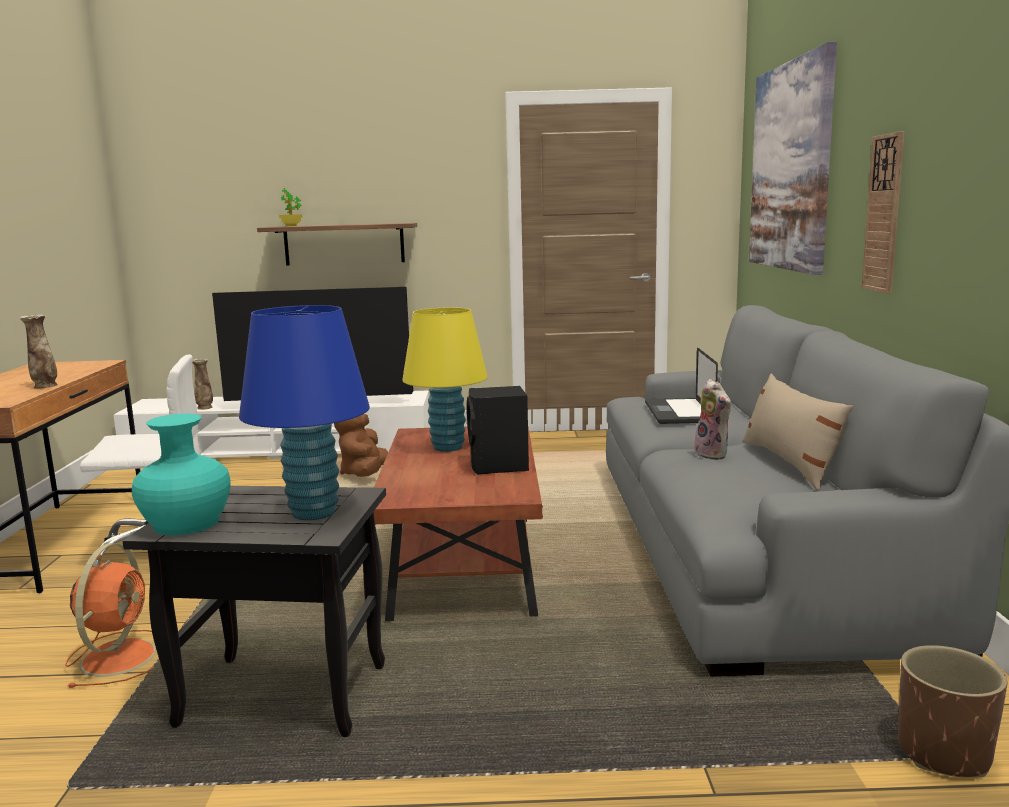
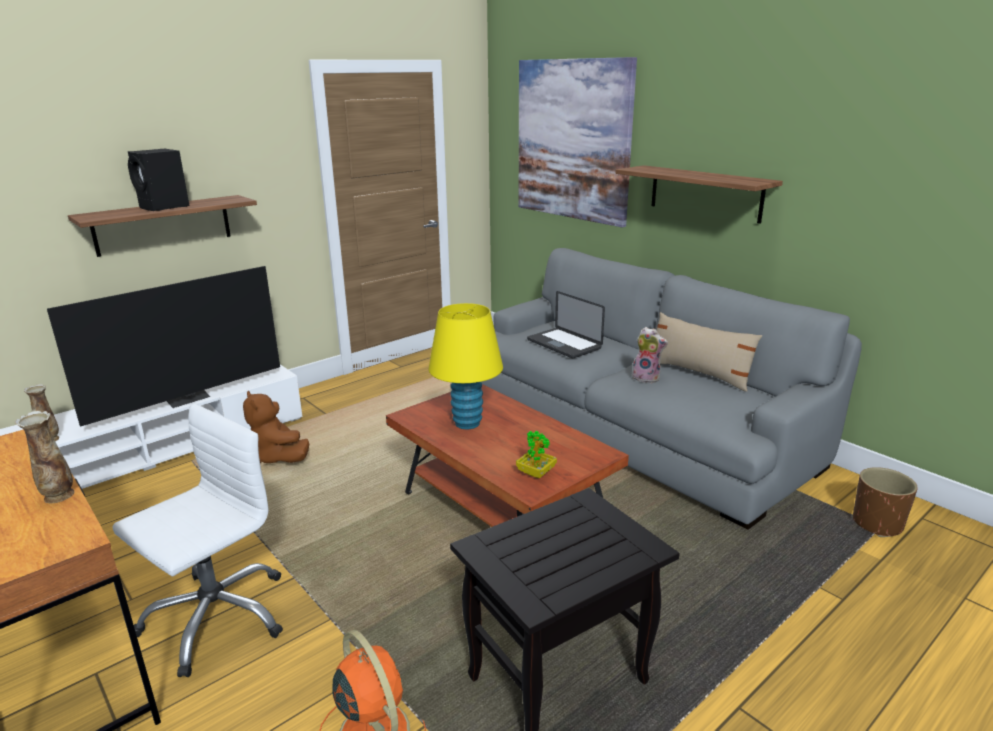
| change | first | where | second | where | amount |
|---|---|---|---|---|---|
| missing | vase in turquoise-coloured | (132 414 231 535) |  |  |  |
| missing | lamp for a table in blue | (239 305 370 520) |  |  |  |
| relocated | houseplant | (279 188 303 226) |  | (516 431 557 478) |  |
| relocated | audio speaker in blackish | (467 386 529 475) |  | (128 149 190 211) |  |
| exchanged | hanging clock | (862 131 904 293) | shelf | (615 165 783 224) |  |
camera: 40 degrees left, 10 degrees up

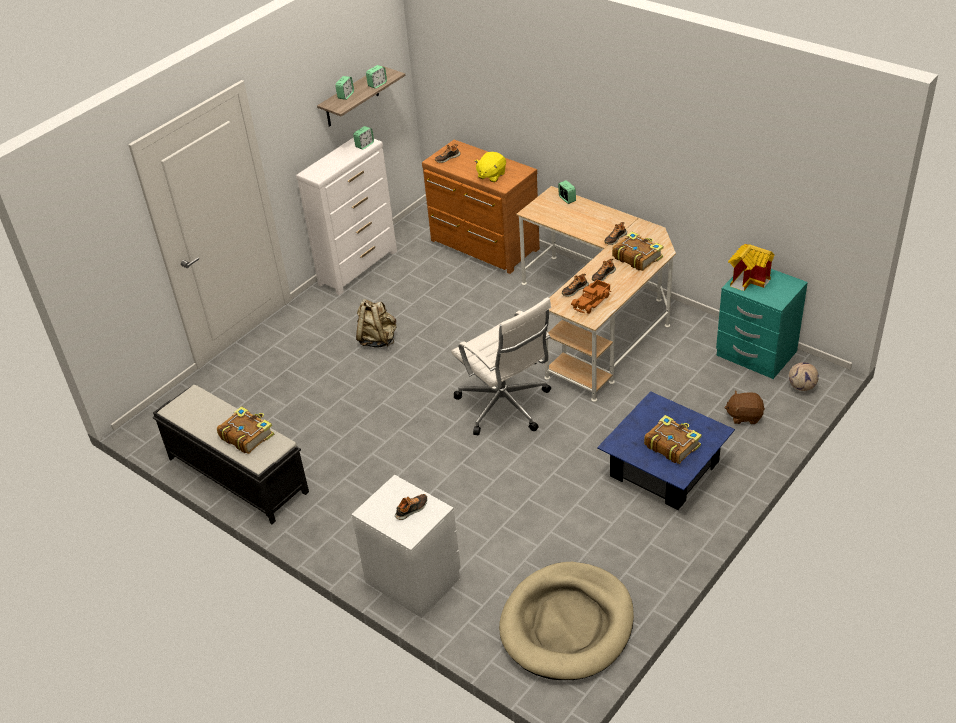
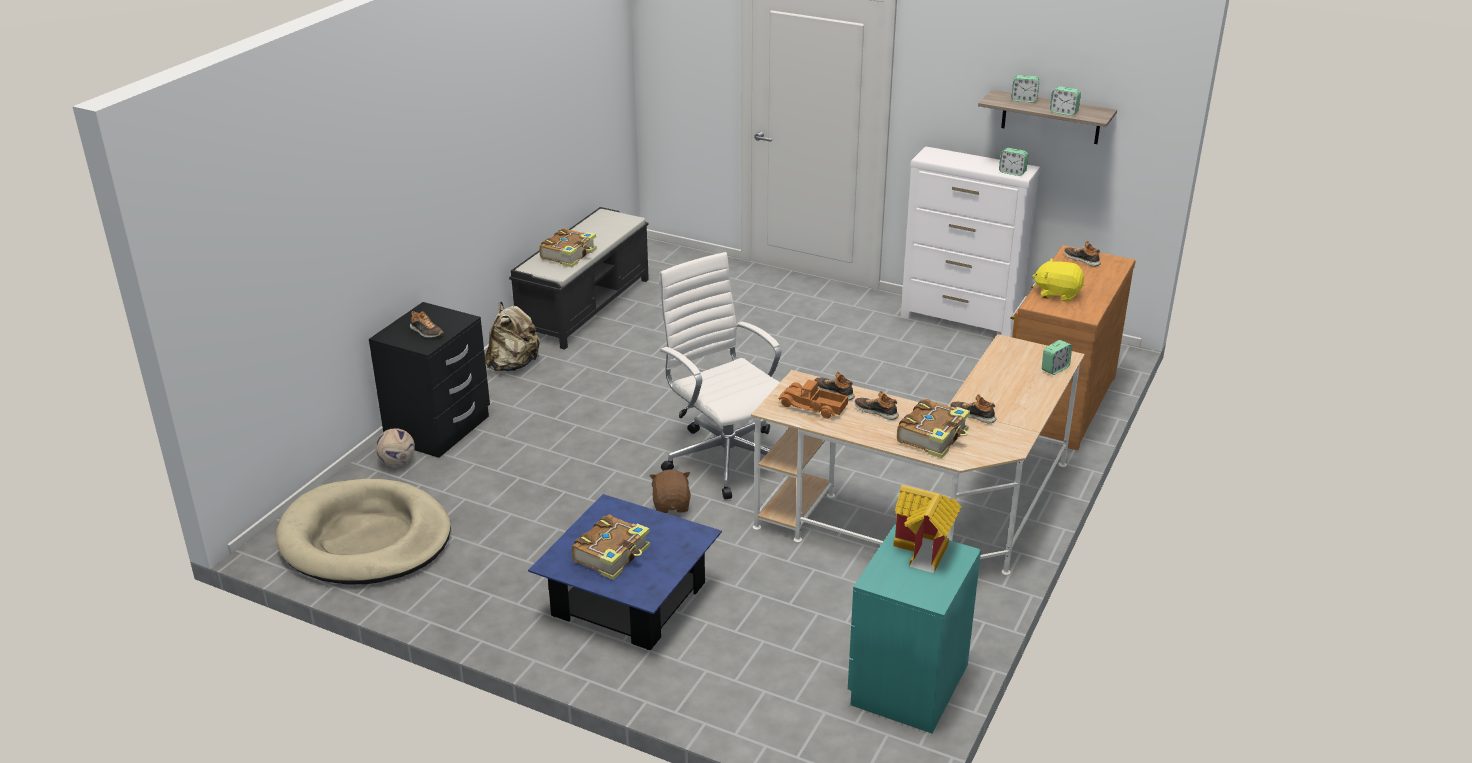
| change | first | where | second | where | amount |
|---|---|---|---|---|---|
| relocated | backpack in beige | (356 299 397 348) |  | (485 302 540 371) |  |
| relocated | cuddly toy in brownish | (724 390 765 424) |  | (649 469 691 513) |  |
| relocated | football ball | (789 362 819 391) |  | (376 428 415 467) |  |
| colour | nightstand in whitish | (351 475 461 618) | nightstand in blackish | (369 302 490 458) |  |
| spun | desk chair in whitish | (451 297 551 435) |  | (659 252 781 499) | 105 degrees clockwise |
camera: 75 degrees right, 10 degrees down

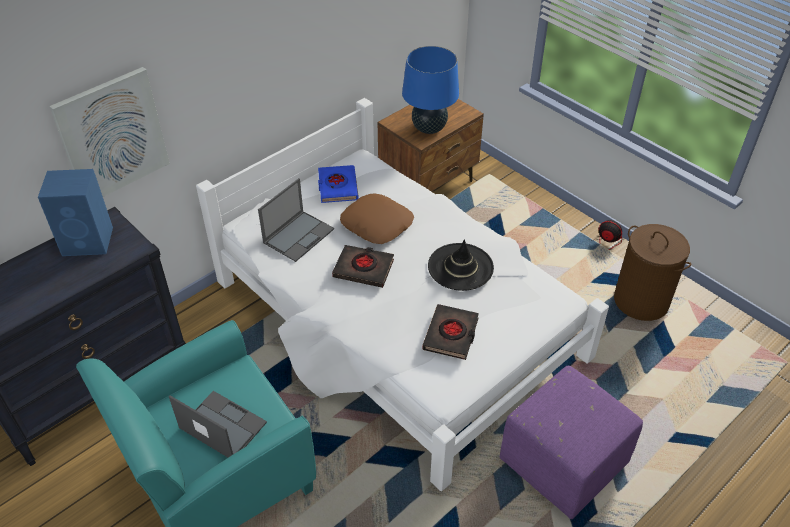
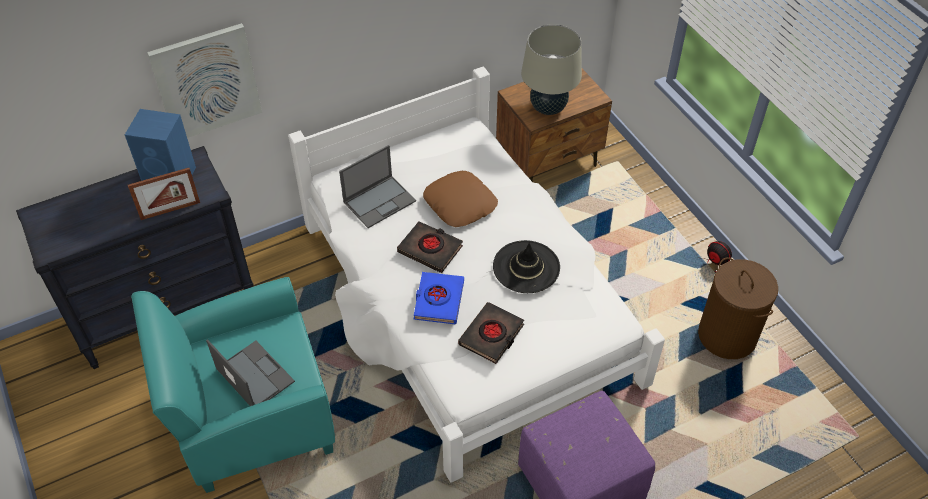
| change | first | where | second | where | amount |
|---|---|---|---|---|---|
| appeared |  |  | picture frame | (128 168 200 220) |  |
| relocated | volume in blue | (318 165 359 203) |  | (414 272 464 324) |  |
| colour | lamp for a table in blue | (402 46 459 134) | lamp for a table in beige | (521 24 582 115) |  |
camera: 15 degrees right, 5 degrees up

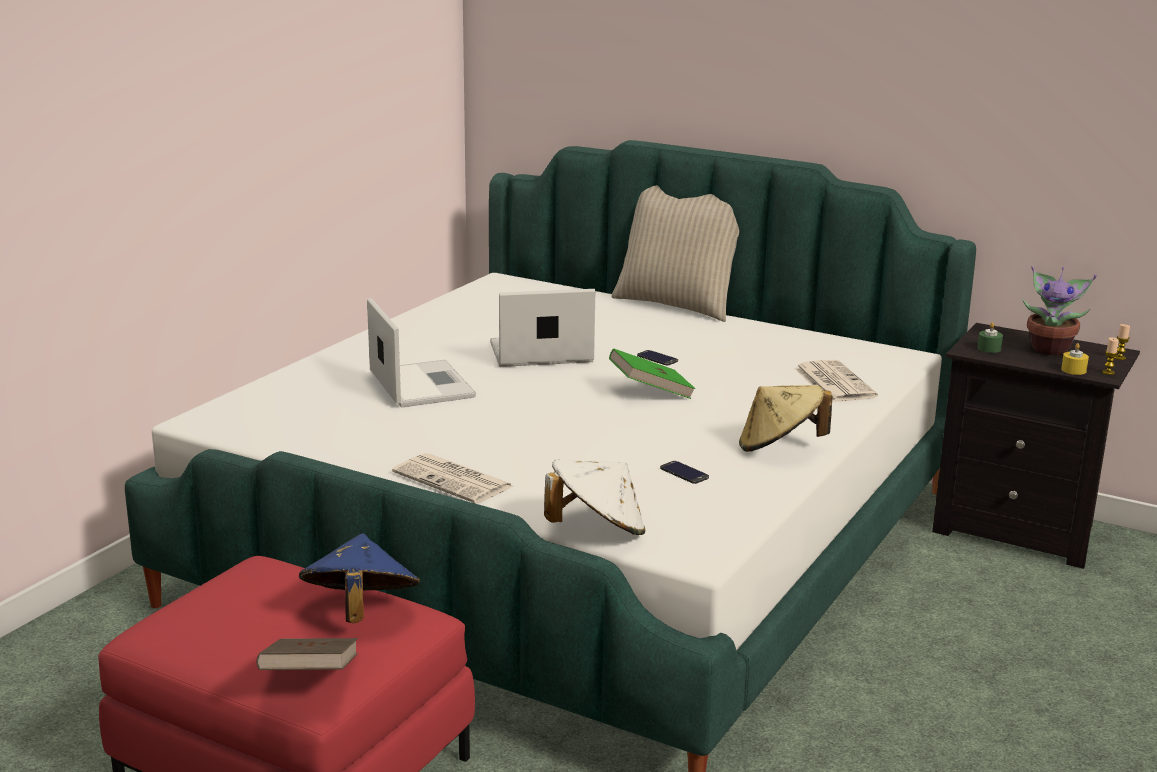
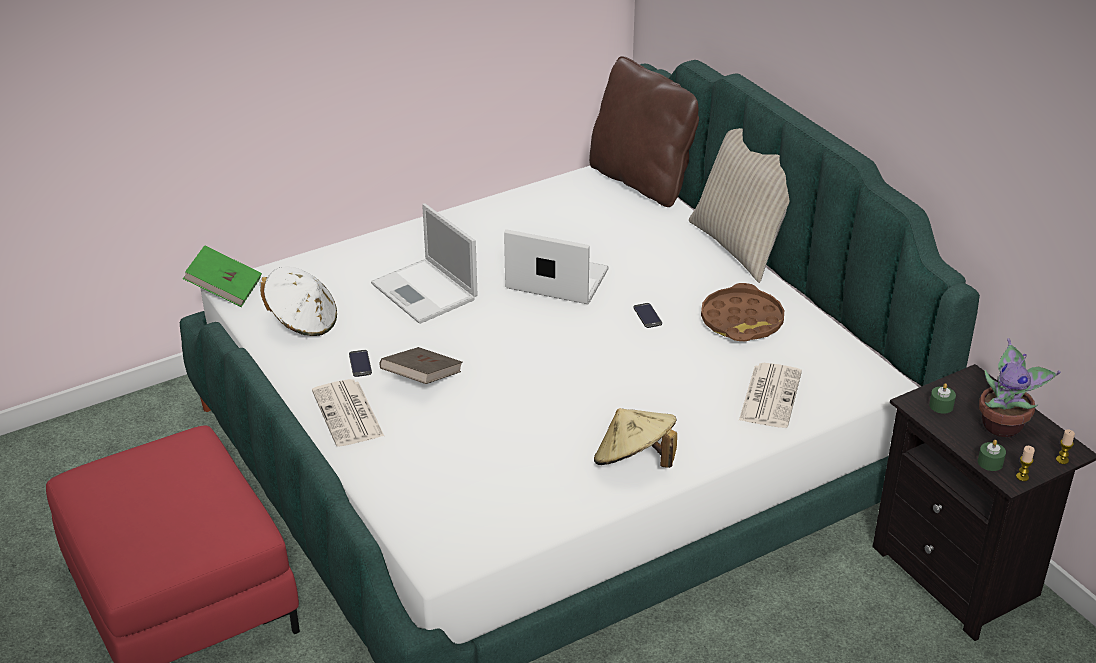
| change | first | where | second | where | amount |
|---|---|---|---|---|---|
| missing | clothing hat in blue | (299 533 420 623) |  |  |  |
| appeared |  |  | cushion in brownish | (589 56 699 207) |  |
| appeared |  |  | serving tray in brownish | (701 283 784 341) |  |
| relocated | volume in brownish | (256 638 358 670) |  | (379 347 463 384) |  |
| relocated | clothing hat in whitish | (544 459 645 535) |  | (259 267 337 336) |  |
| relocated | volume in green | (609 348 696 399) |  | (183 245 262 307) |  |
| relocated | telephone | (660 461 709 484) |  | (349 350 372 377) |  |
| colour | wax candle in yellowish | (1061 343 1089 375) | wax candle in green | (978 440 1006 471) |  |
| spun | notebook computer | (367 298 476 408) |  | (371 203 478 324) | 135 degrees clockwise |
camera: 30 degrees right, 15 degrees up

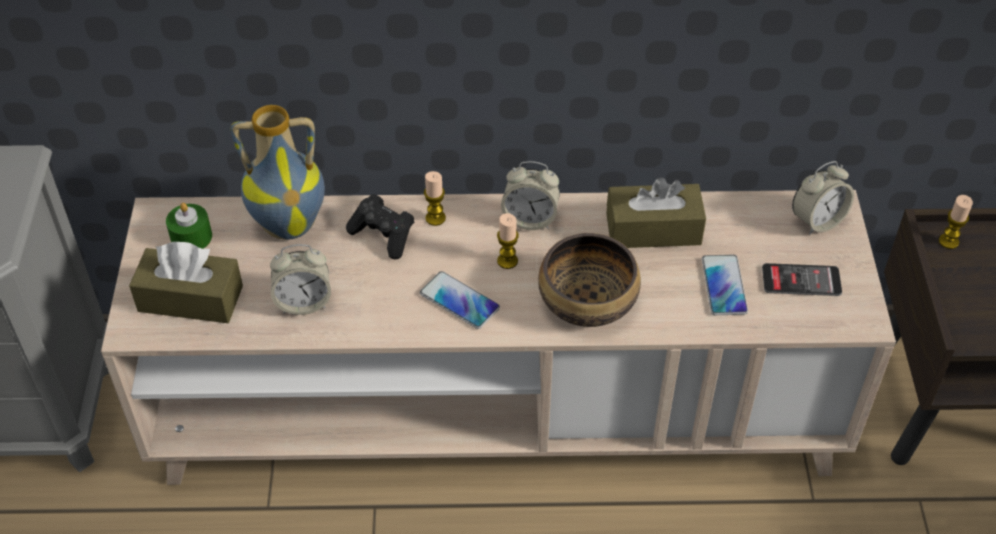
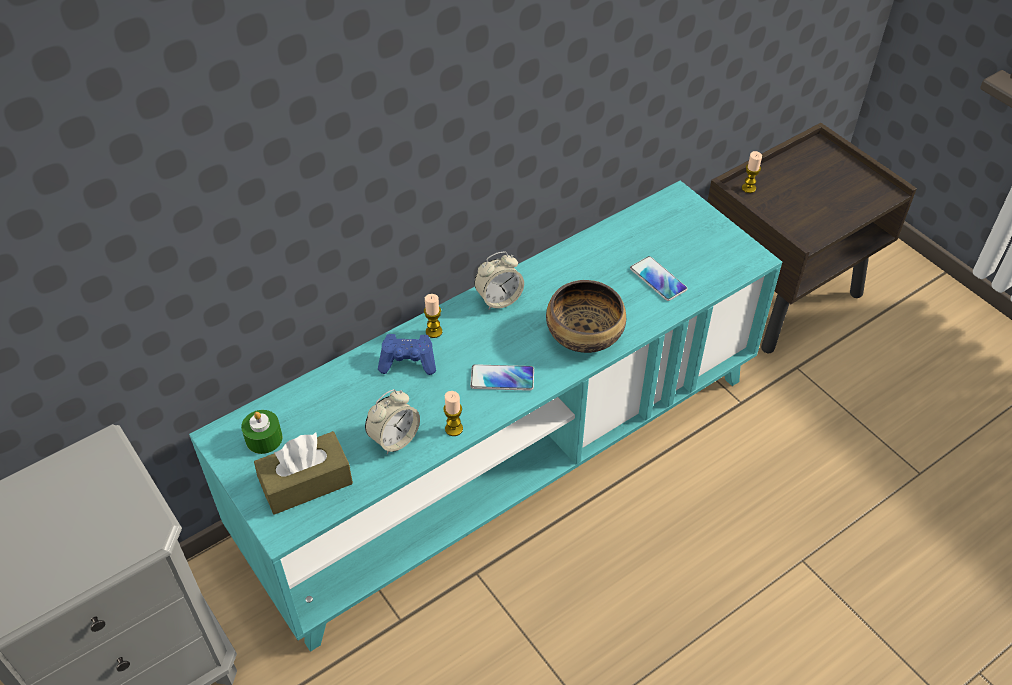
| change | first | where | second | where | amount |
|---|---|---|---|---|---|
| missing | vase | (231 105 325 240) |  |  |  |
| missing | tissue holder in brownish | (606 177 706 248) |  |  |  |
| missing | telephone | (762 263 842 296) |  |  |  |
| missing | table clock | (792 161 854 235) |  |  |  |
| relocated | wax candle | (497 213 519 269) |  | (443 391 463 436) |  |
| colour | media console in beige | (101 190 896 485) | media console in turquoise-coloured | (189 180 782 652) |  |
| colour | joypad in blackish | (346 194 414 260) | joypad in blue | (378 334 436 375) |  |
camera: 35 degrees left, 0 degrees up

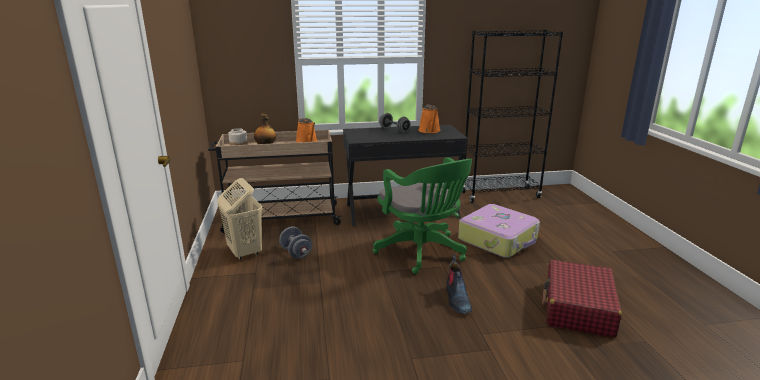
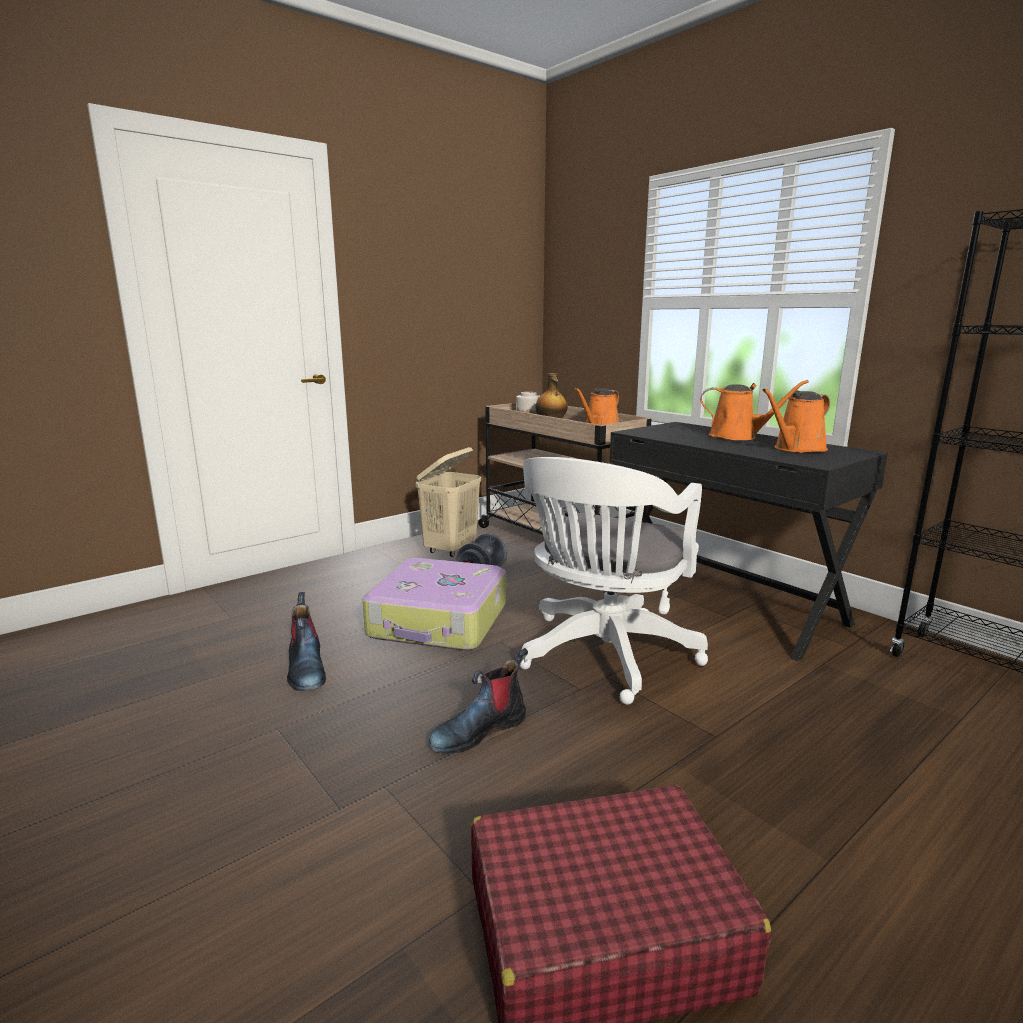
| change | first | where | second | where | amount |
|---|---|---|---|---|---|
| appeared |  |  | boot | (287 592 326 691) |  |
| relocated | piece of luggage | (458 204 540 258) |  | (363 558 506 651) |  |
| exchanged | free weight in greyish | (379 113 411 133) | watering pot in orangey | (700 380 809 440) |  |
| colour | desk chair in green | (373 157 472 274) | desk chair in whitish | (520 457 708 705) |  |
camera: 60 degrees right, 5 degrees down

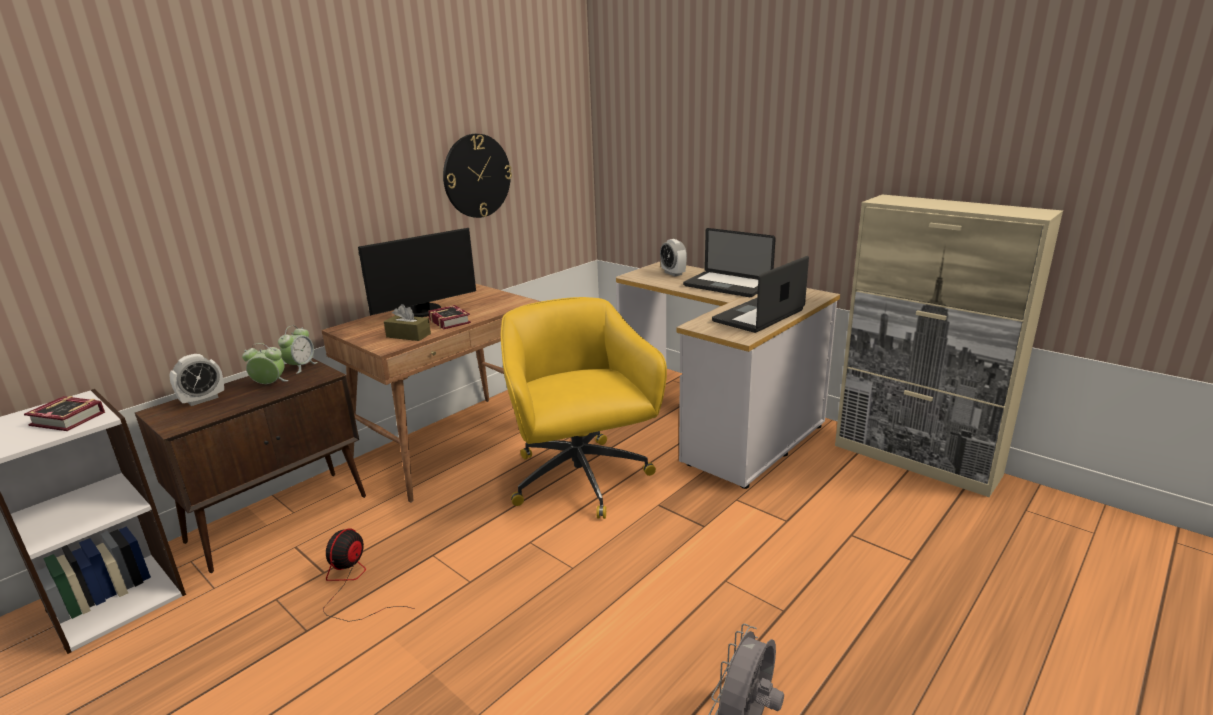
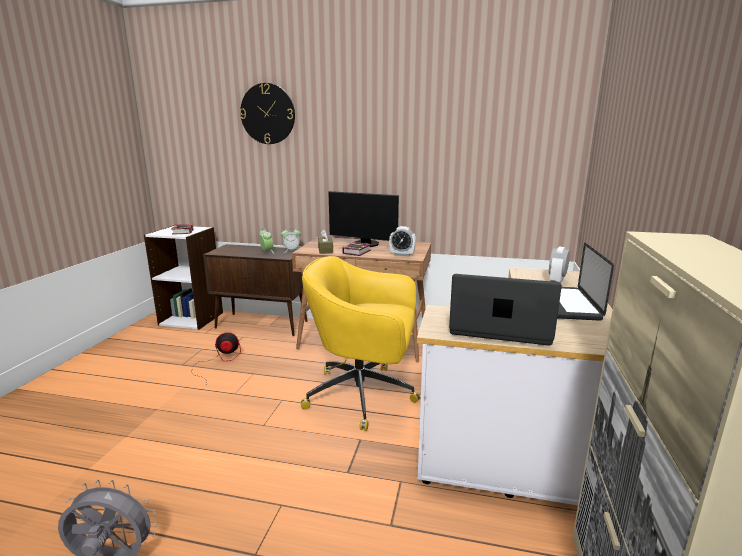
| change | first | where | second | where | amount |
|---|---|---|---|---|---|
| relocated | table clock | (169 354 224 406) |  | (389 226 416 256) |  |
| relocated | hanging clock | (443 134 512 218) |  | (240 83 295 144) |  |
| spun | desk chair in yellowish | (501 297 667 519) |  | (301 256 420 431) | 120 degrees counterclockwise |
camera: 60 degrees right, 5 degrees down

